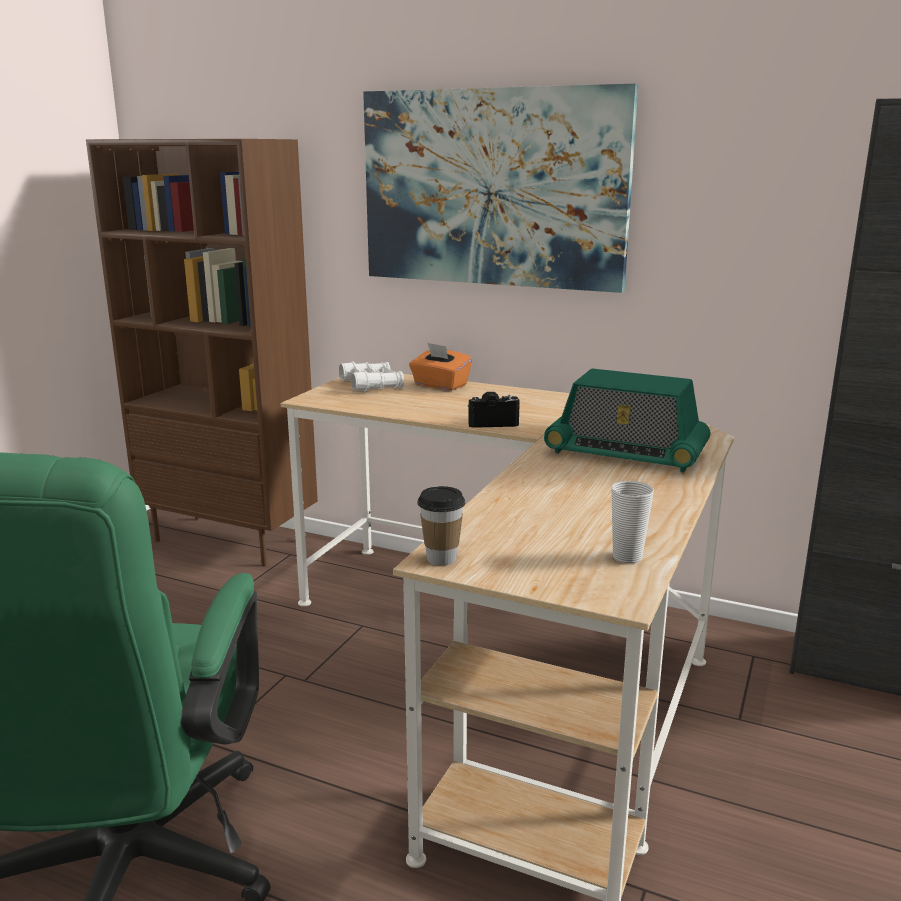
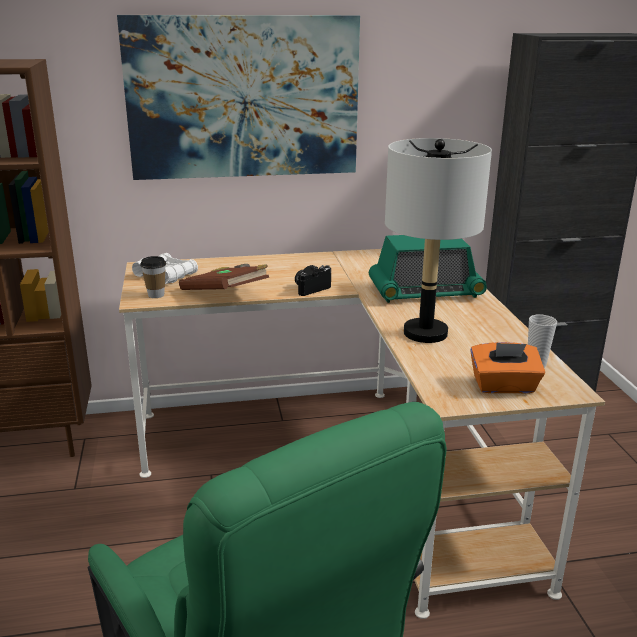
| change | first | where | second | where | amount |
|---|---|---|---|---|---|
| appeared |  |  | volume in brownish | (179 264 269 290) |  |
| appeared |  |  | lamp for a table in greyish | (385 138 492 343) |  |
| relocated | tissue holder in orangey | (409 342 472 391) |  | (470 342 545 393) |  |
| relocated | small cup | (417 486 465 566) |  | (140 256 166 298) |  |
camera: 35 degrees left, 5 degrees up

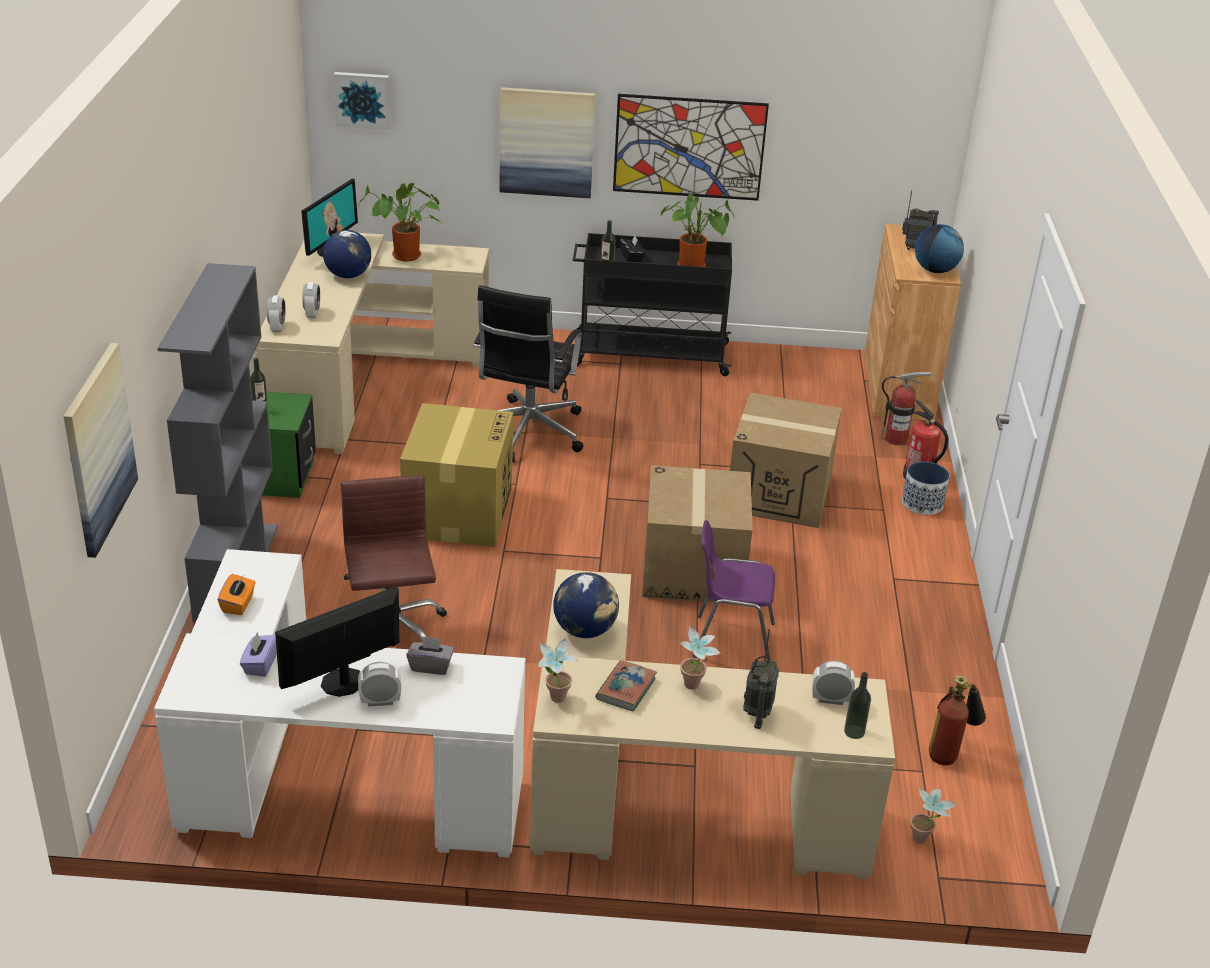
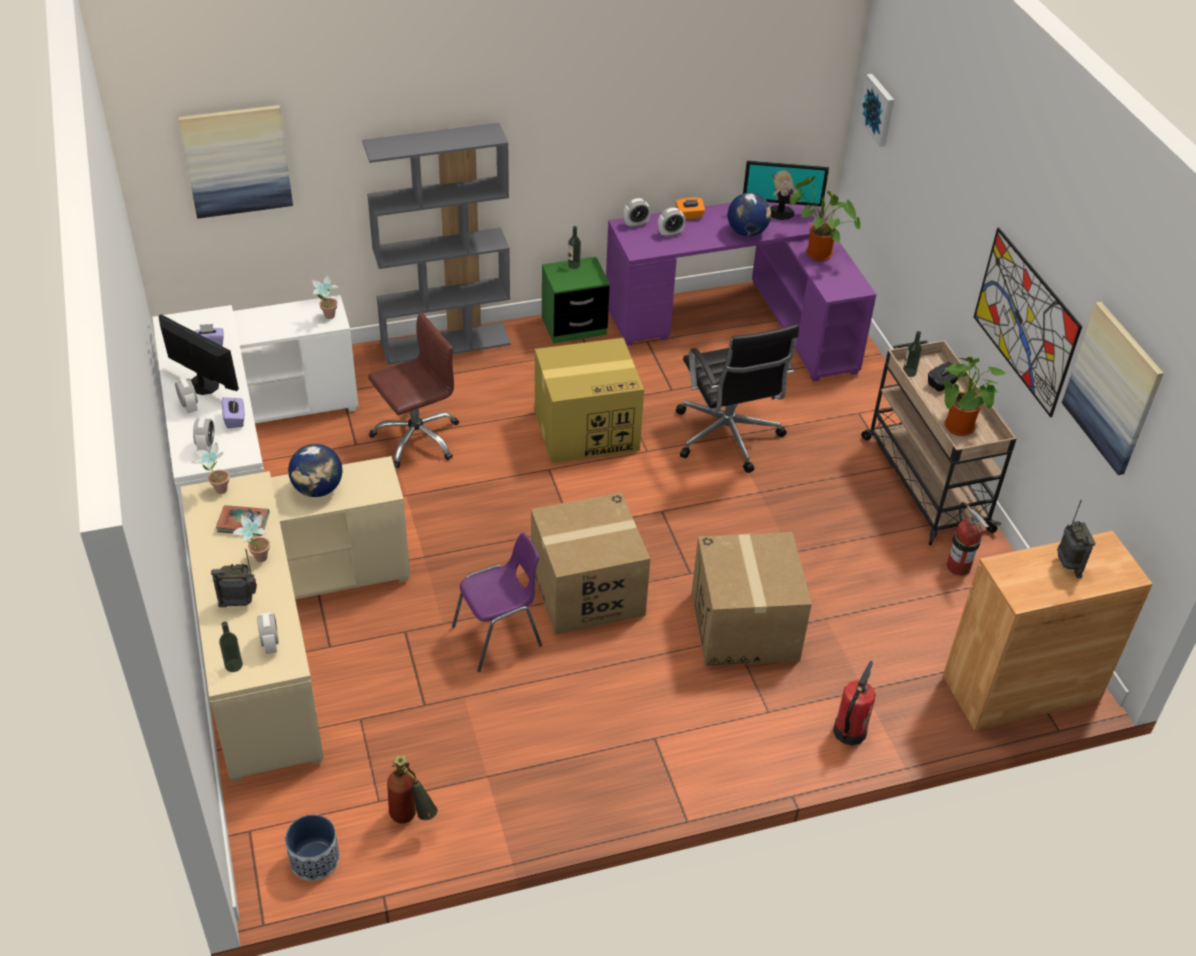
| change | first | where | second | where | amount |
|---|---|---|---|---|---|
| missing | world globe | (915 224 964 273) |  |  |  |
| appeared |  |  | table clock | (193 417 214 453) |  |
| relocated | tissue holder in orangey | (218 574 256 615) |  | (676 197 705 220) |  |
| relocated | wall art | (499 87 595 198) |  | (1062 302 1164 475) |  |
| relocated | fire extinguisher | (881 372 931 445) |  | (947 502 989 576) |  |
| relocated | flower pot | (902 461 950 515) |  | (285 814 340 881) |  |
| relocated | houseplant | (910 787 957 844) |  | (311 274 339 319) |  |
| colour | desk table in beige | (255 233 489 454) | desk table in purple-coloured | (606 202 877 382) |  |
| colour | tissue holder in greyish | (406 636 454 675) | tissue holder in purple-coloured | (222 397 245 428) |  |
| colour | trolley in blackish | (573 233 732 376) | trolley in beige | (861 340 1017 545) |  |
| spun | desk chair in blackish | (473 285 583 462) |  | (676 324 799 473) | 105 degrees counterclockwise |
| spun | plain chair in purple-coloured | (693 520 775 660) |  | (452 533 542 672) | 75 degrees clockwise |
camera: 70 degrees right, 10 degrees up

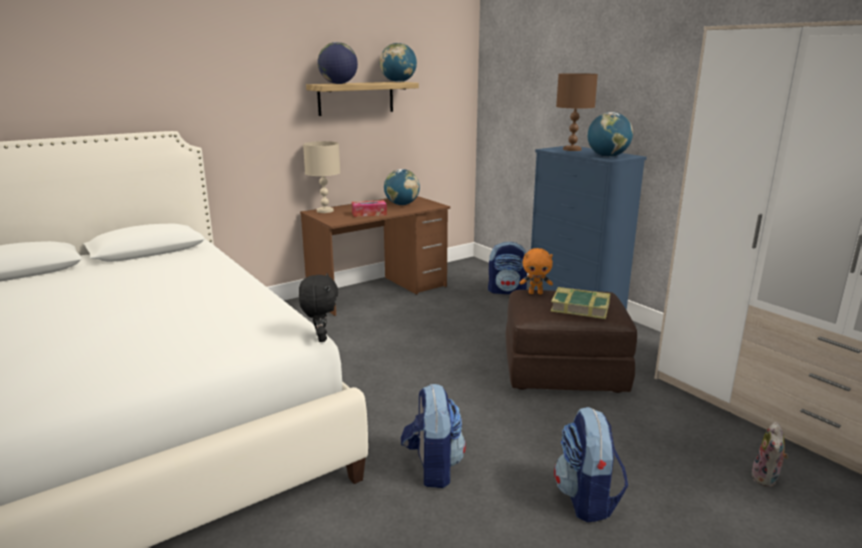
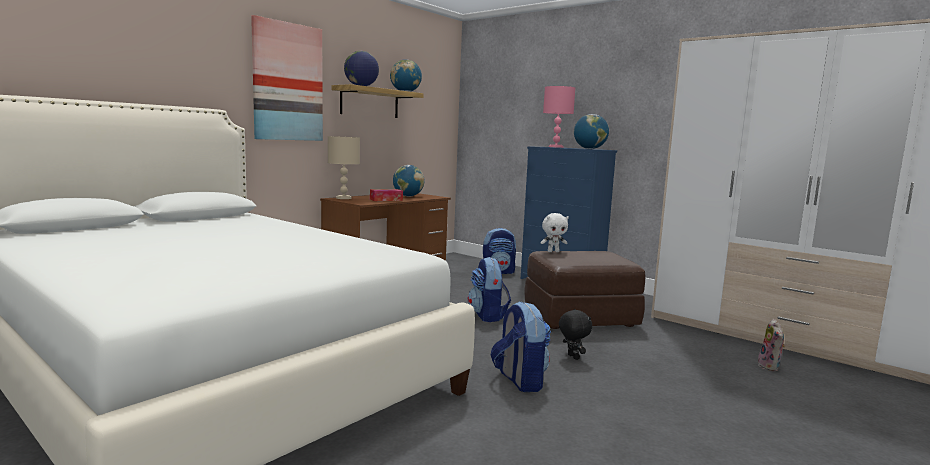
| change | first | where | second | where | amount |
|---|---|---|---|---|---|
| missing | volume | (550 287 610 319) |  |  |  |
| appeared |  |  | wall art | (251 15 323 141) |  |
| relocated | cuddly toy in blackish | (299 273 338 342) |  | (559 309 592 360) |  |
| relocated | backpack | (554 407 628 522) |  | (468 257 511 322) |  |
| colour | cuddly toy in orangey | (520 248 553 294) | cuddly toy in whitish | (541 213 569 252) |  |
| colour | lamp for a table in brownish | (556 73 598 151) | lamp for a table in pink-coloured | (543 86 575 148) |  |
camera: 15 degrees left, 10 degrees down

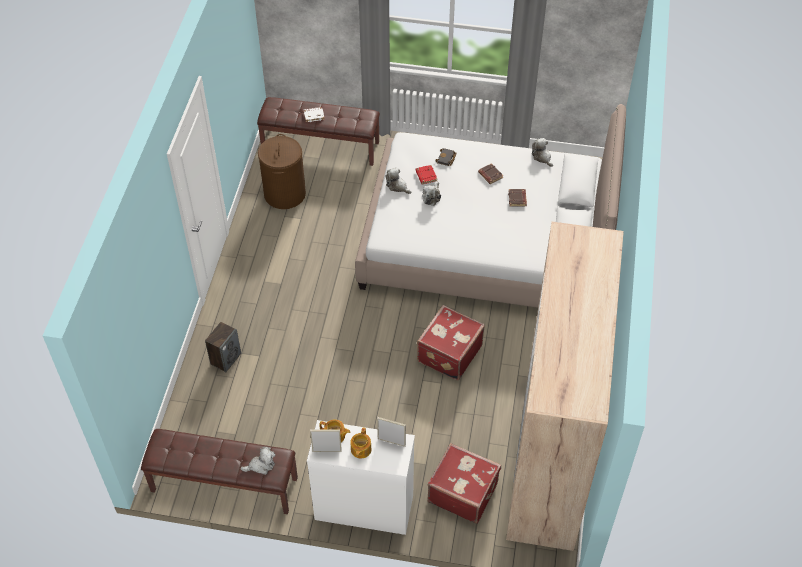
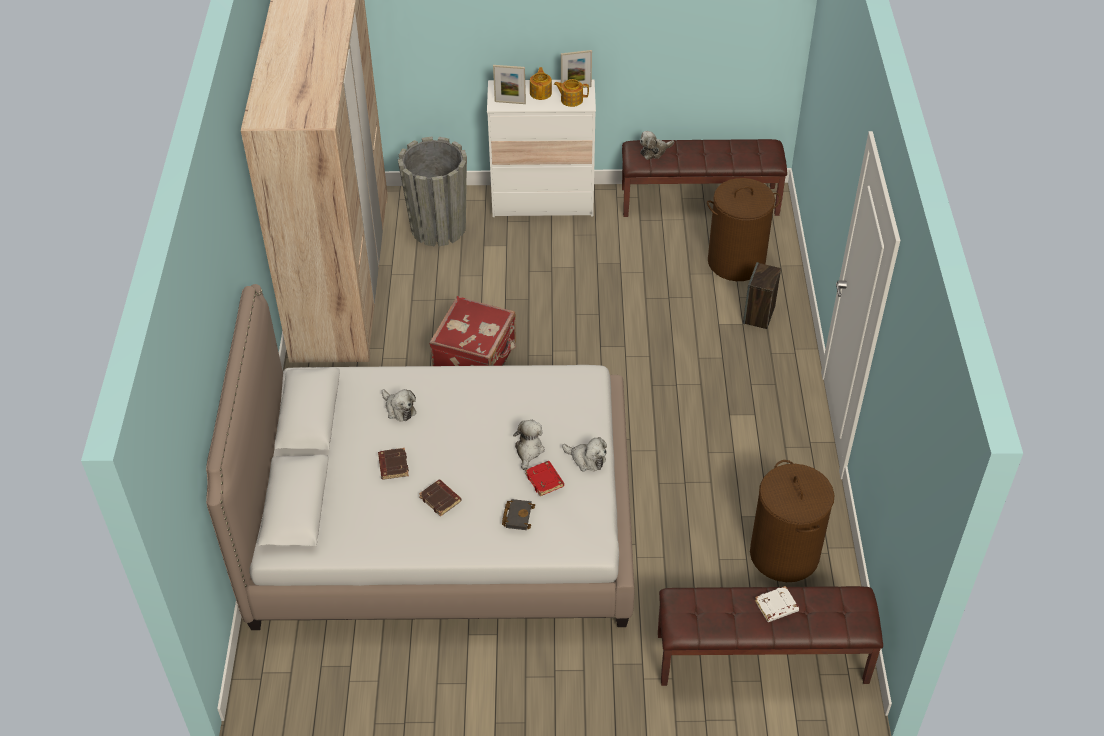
| change | first | where | second | where | amount |
|---|---|---|---|---|---|
| appeared |  |  | washing basket in brownish | (707 178 781 281) |  |
| relocated | cuddly toy | (532 138 553 167) |  | (382 389 416 421) |  |
| exchanged | piece of luggage in red | (427 443 501 524) | flower pot in greyish | (398 136 467 246) |  |
camera: 170 degrees right, 5 degrees down

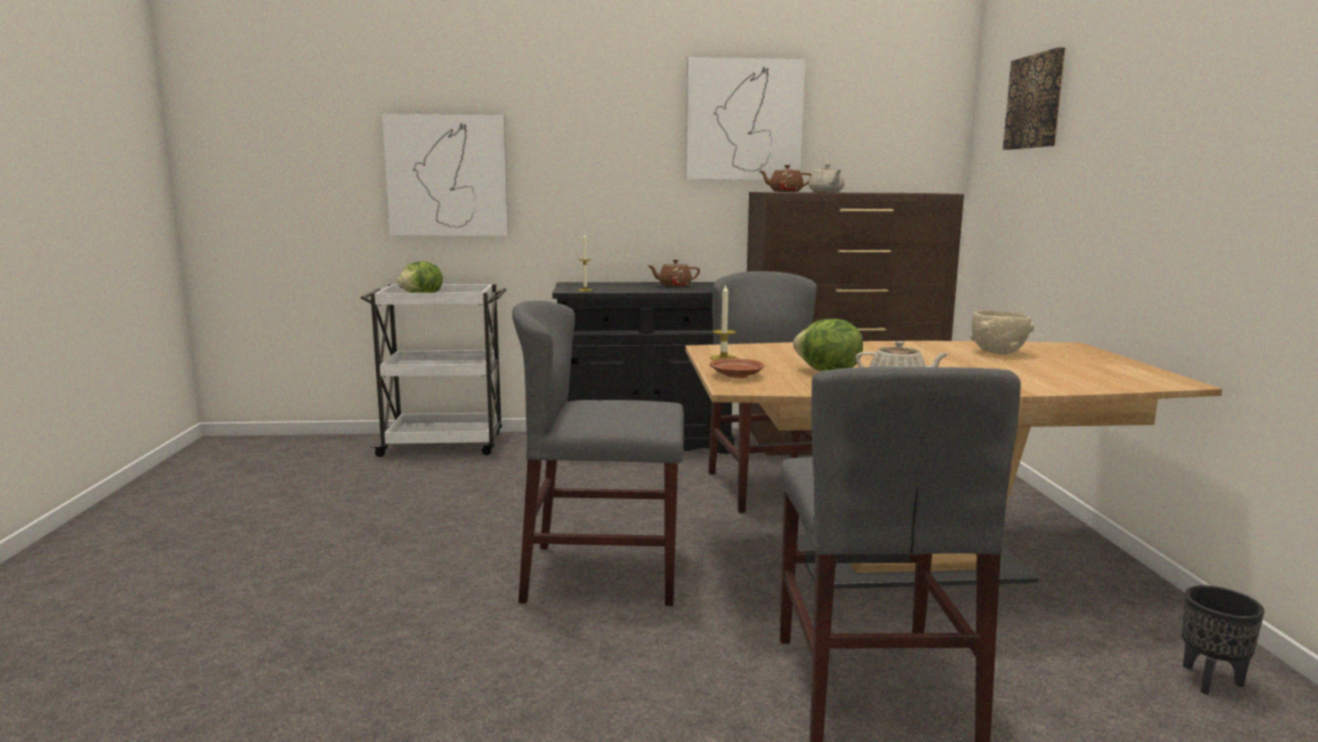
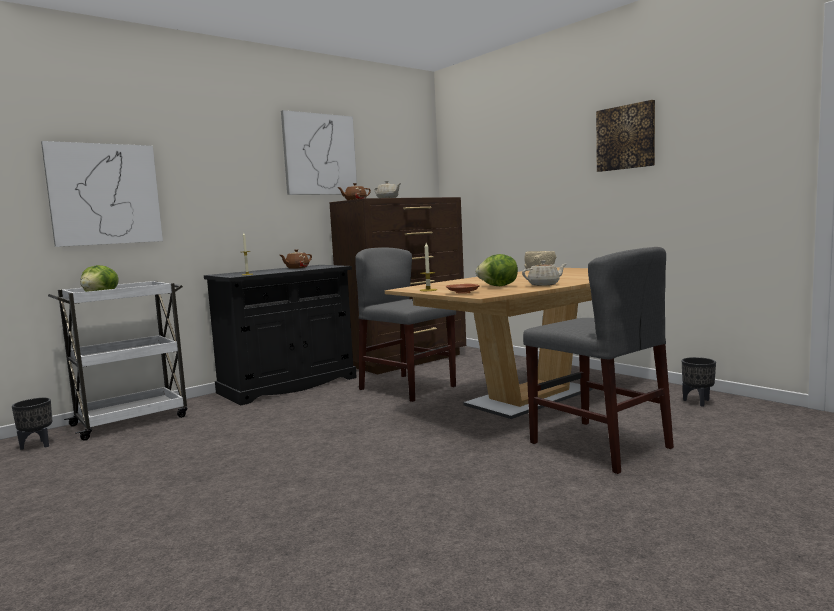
| change | first | where | second | where | amount |
|---|---|---|---|---|---|
| missing | plain chair in greyish | (512 301 684 606) |  |  |  |
| appeared |  |  | flower pot in blackish | (12 398 52 450) |  |
| relocated | wall art | (1003 47 1066 150) |  | (596 100 655 172) |  |
camera: 35 degrees left, 5 degrees down

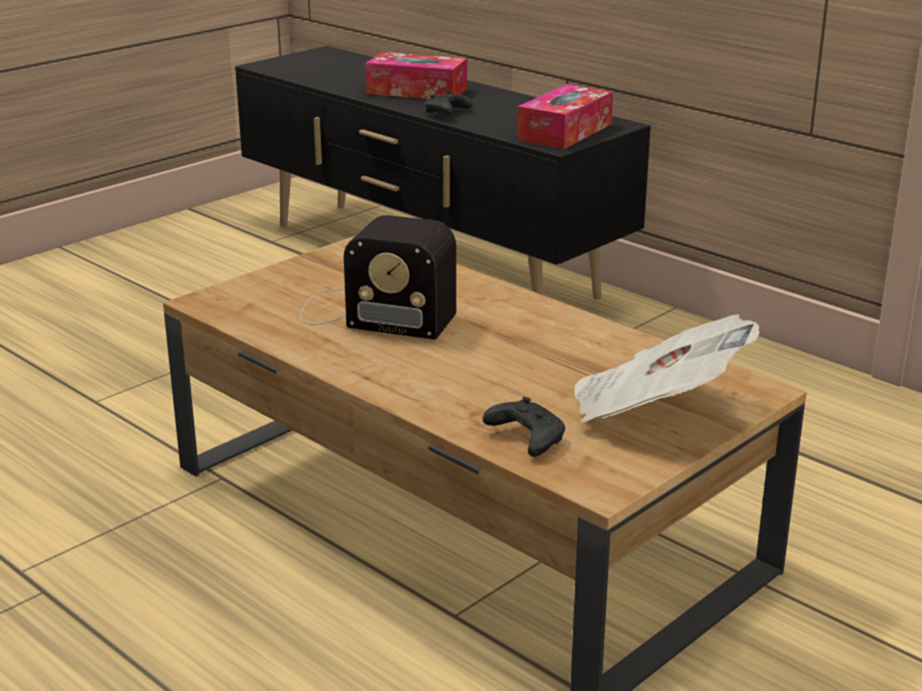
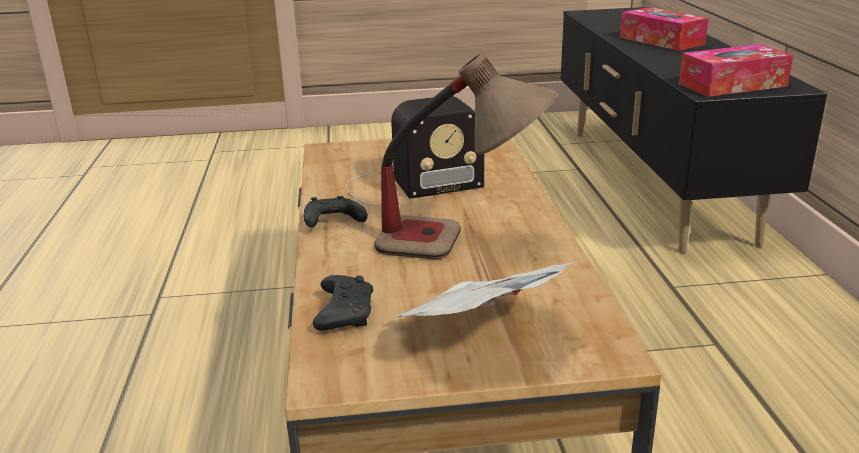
| change | first | where | second | where | amount |
|---|---|---|---|---|---|
| appeared |  |  | lamp for a table | (374 53 557 259) |  |
| relocated | joypad in blackish | (424 91 473 115) |  | (304 196 368 227) |  |
| spun | radio receiver | (300 215 456 340) |  | (346 96 484 206) | 75 degrees counterclockwise |
camera: 40 degrees right, 0 degrees up

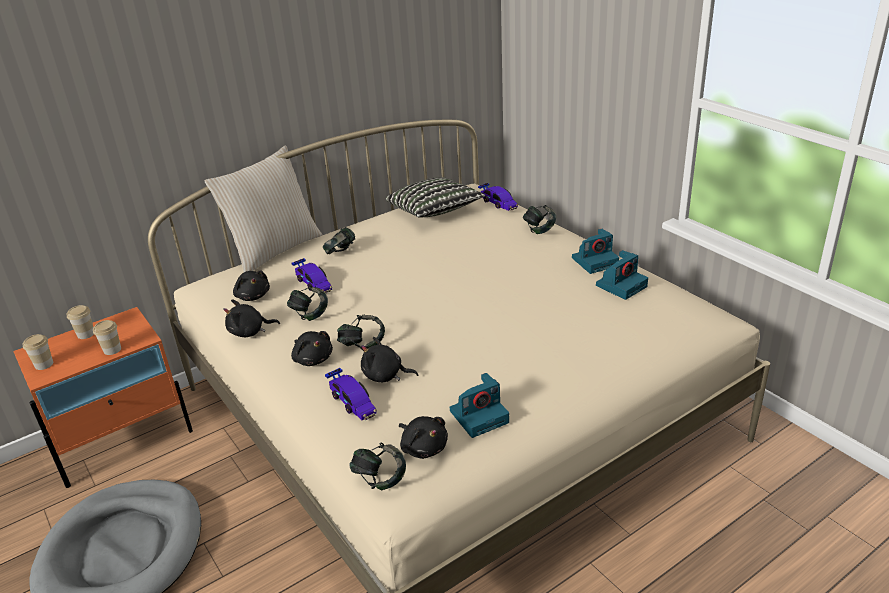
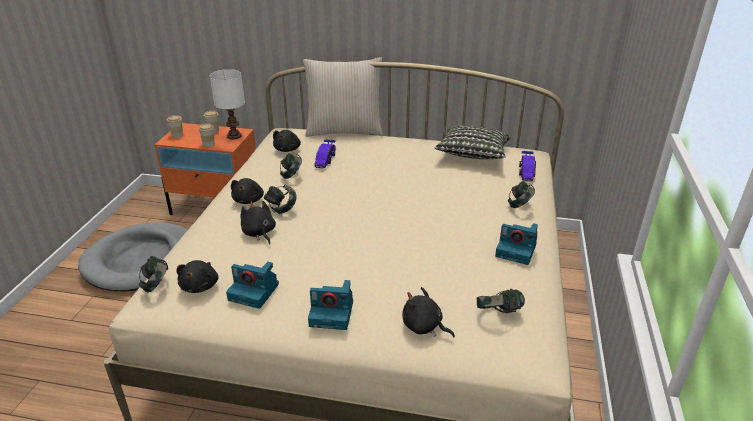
| change | first | where | second | where | amount |
|---|---|---|---|---|---|
| missing | toy car | (325 368 377 420) |  |  |  |
| appeared |  |  | lamp for a table in whitish | (210 69 245 139) |  |
| relocated | cuddly toy in blackish | (223 299 280 337) |  | (402 287 455 338) |  |
| relocated | pair of headphones | (323 227 355 254) |  | (477 289 525 313) |  |
| relocated | photo camera | (596 250 648 300) |  | (308 280 353 330) |  |
camera: 45 degrees right, 0 degrees up

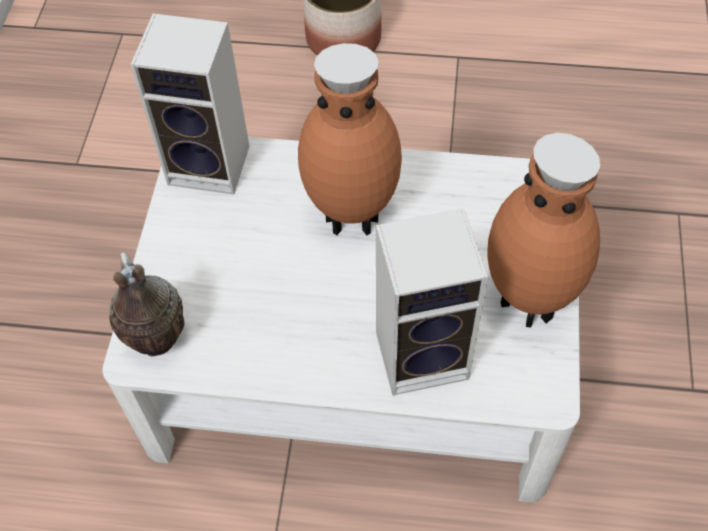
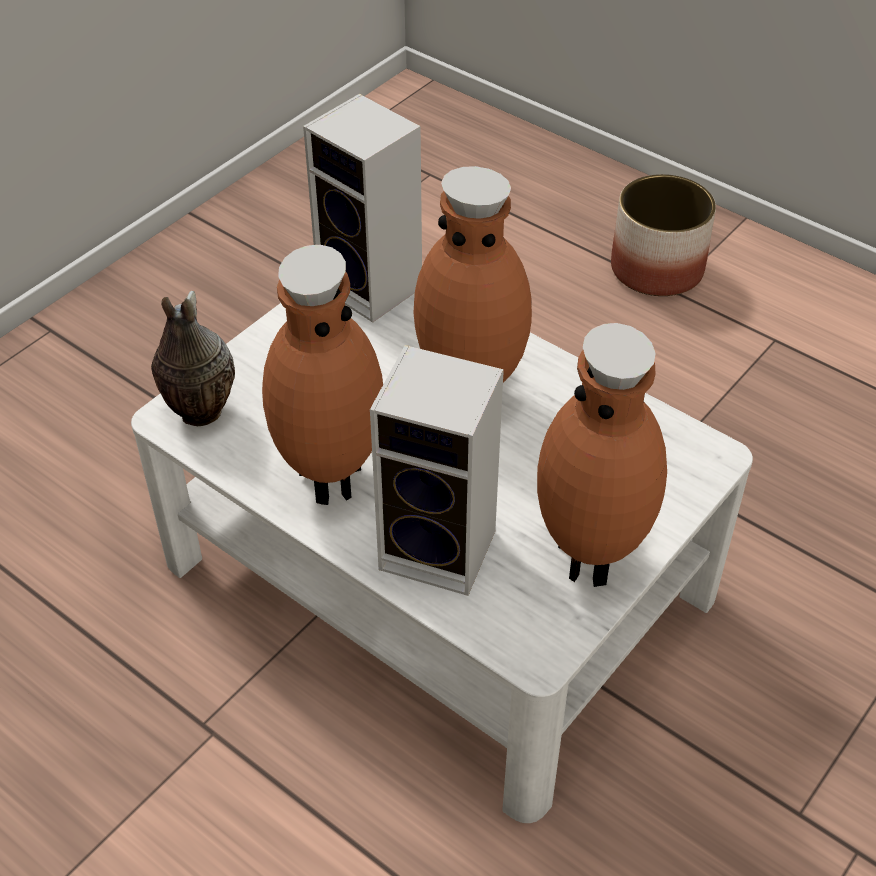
| change | first | where | second | where | amount |
|---|---|---|---|---|---|
| appeared |  |  | vase in brownish | (262 245 383 505) |  |
camera: 30 degrees right, 10 degrees down

